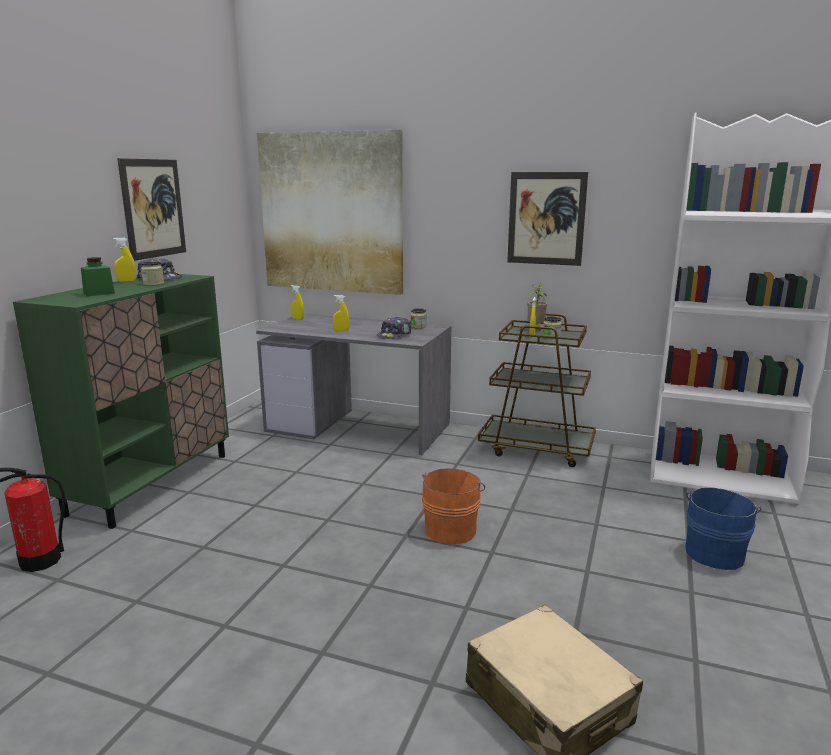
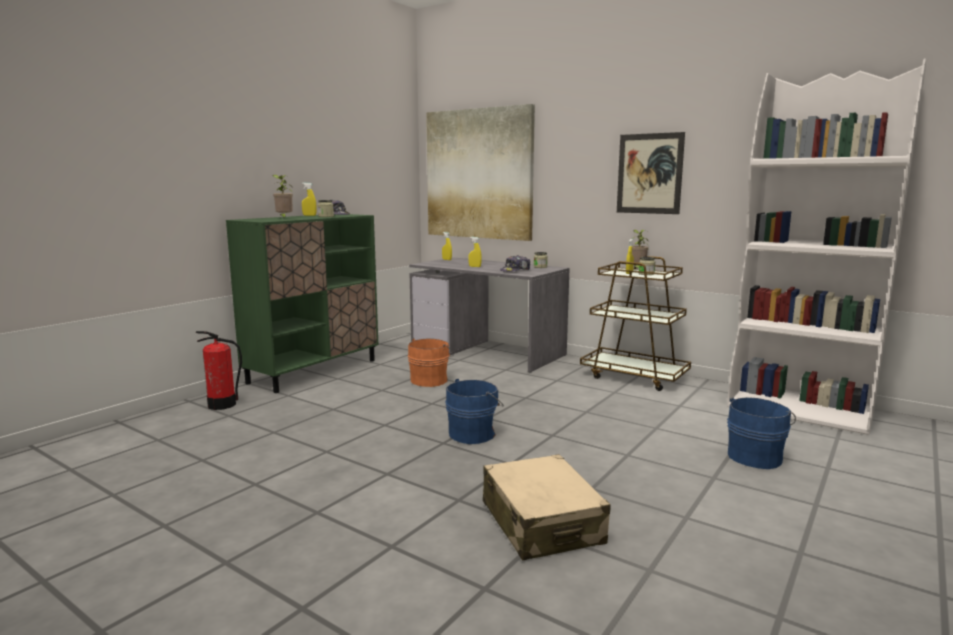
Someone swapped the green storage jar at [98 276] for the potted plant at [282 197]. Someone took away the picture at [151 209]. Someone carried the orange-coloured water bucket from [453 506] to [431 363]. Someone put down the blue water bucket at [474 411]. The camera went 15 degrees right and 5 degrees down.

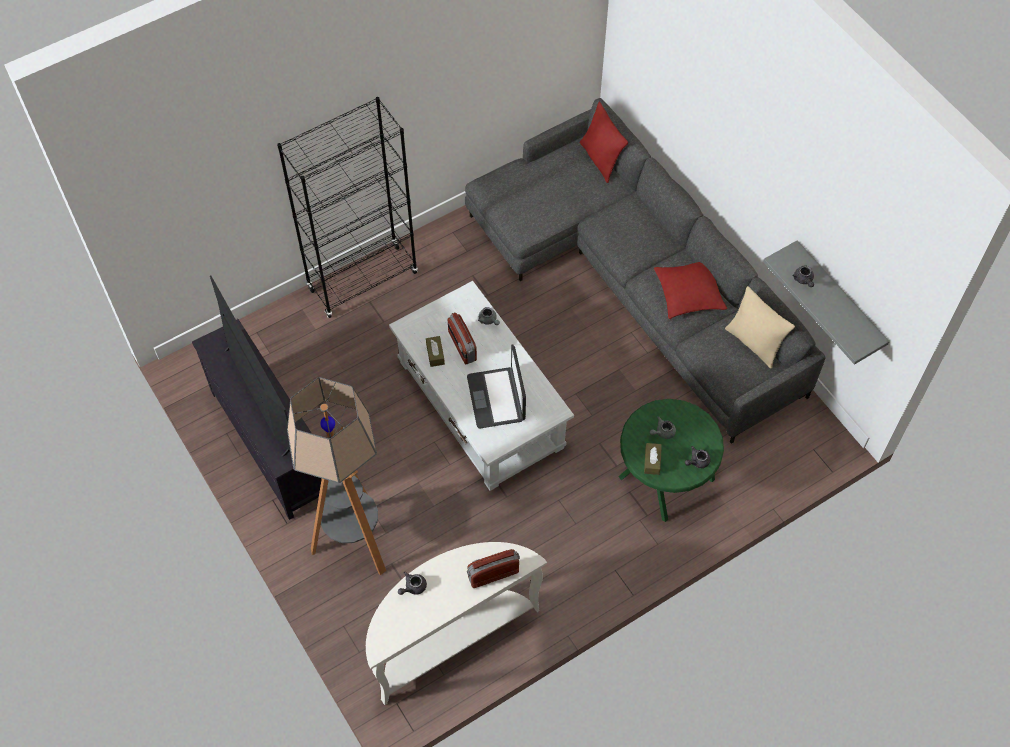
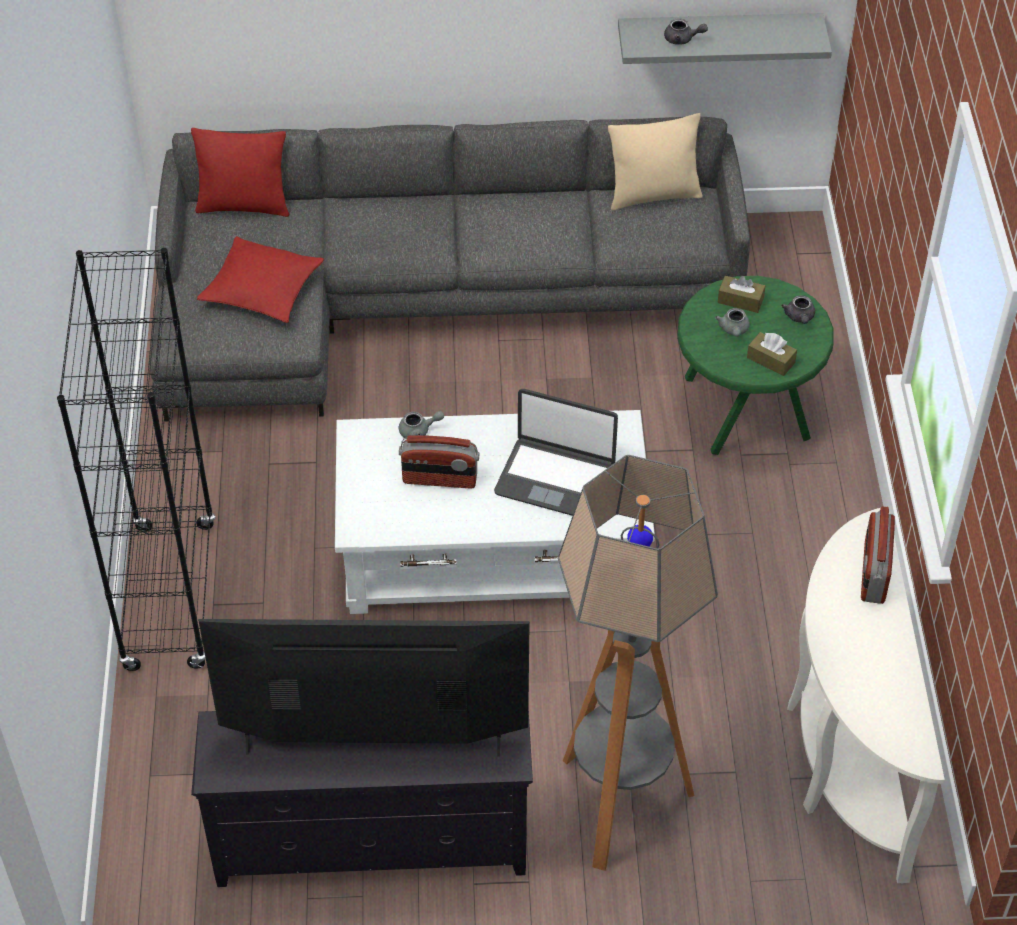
Someone took away the grey teapot at [412 583]. Someone carried the brown-coloured tissue box from [435 351] to [741 294]. Someone carried the red-coloured throw pillow from [690 290] to [260 279]. The camera went 60 degrees left and 10 degrees down.

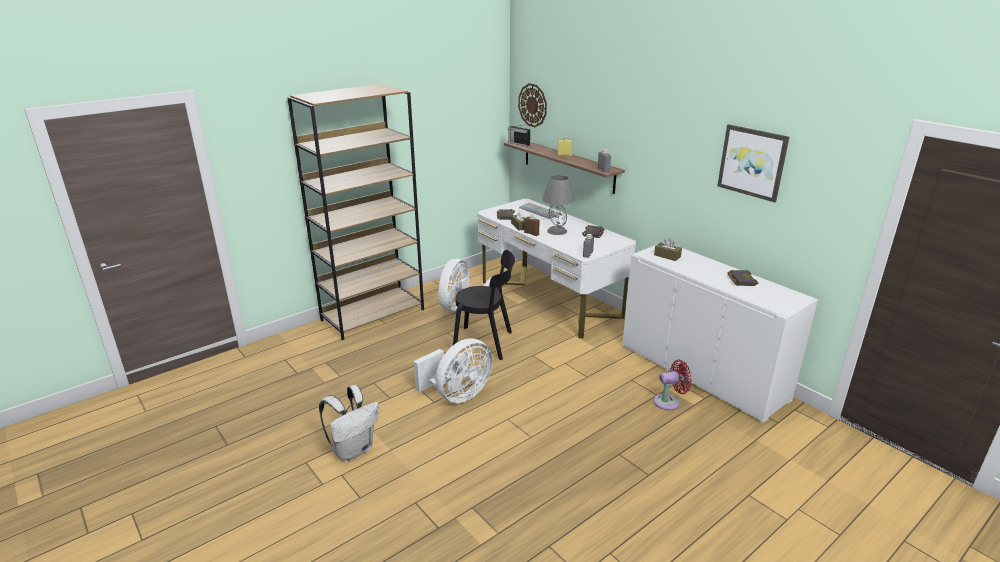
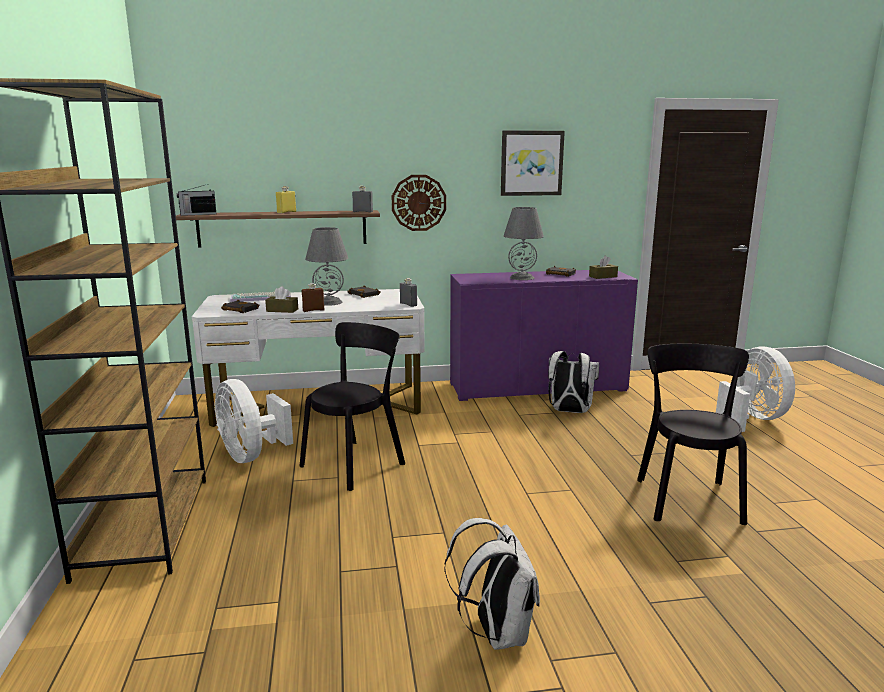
Someone carried the white fan from [453 370] to [755 389]. Someone carried the wall clock from [532 105] to [419 203]. Someone repainted the white storage cabinet at [720 334], which became the purple-coloured storage cabinet at [544 335]. Someone carried the brown-coloured tissue box from [668 249] to [603 267]. Someone swapped the red-coloured fan at [673 385] for the white backpack at [573 382]. Someone put down the grey tabletop lamp at [523 243]. Someone put down the black upright chair at [693 434]. The camera went 60 degrees left and 10 degrees down.

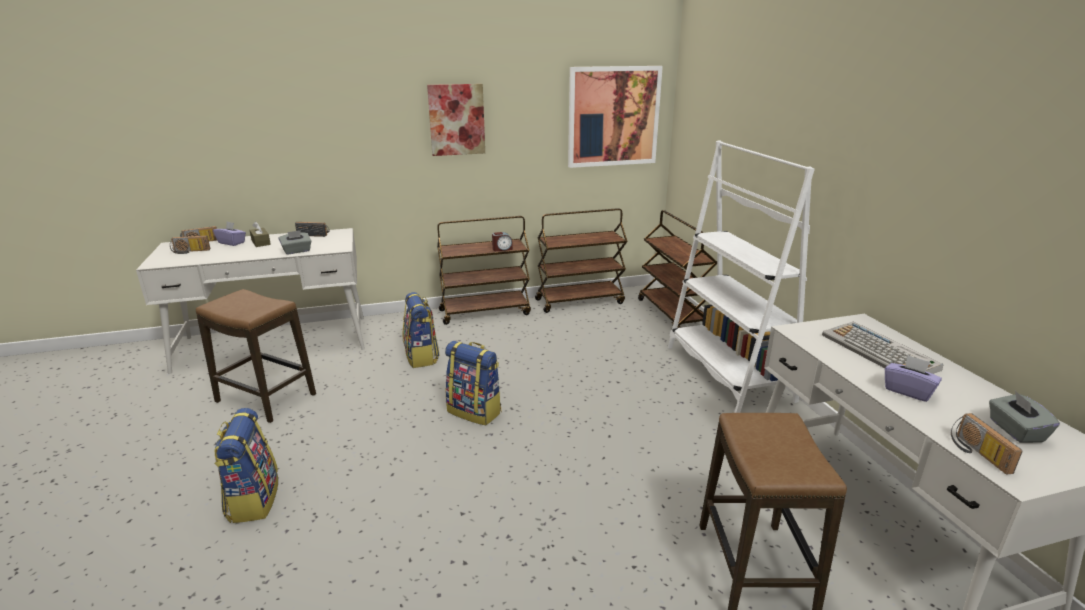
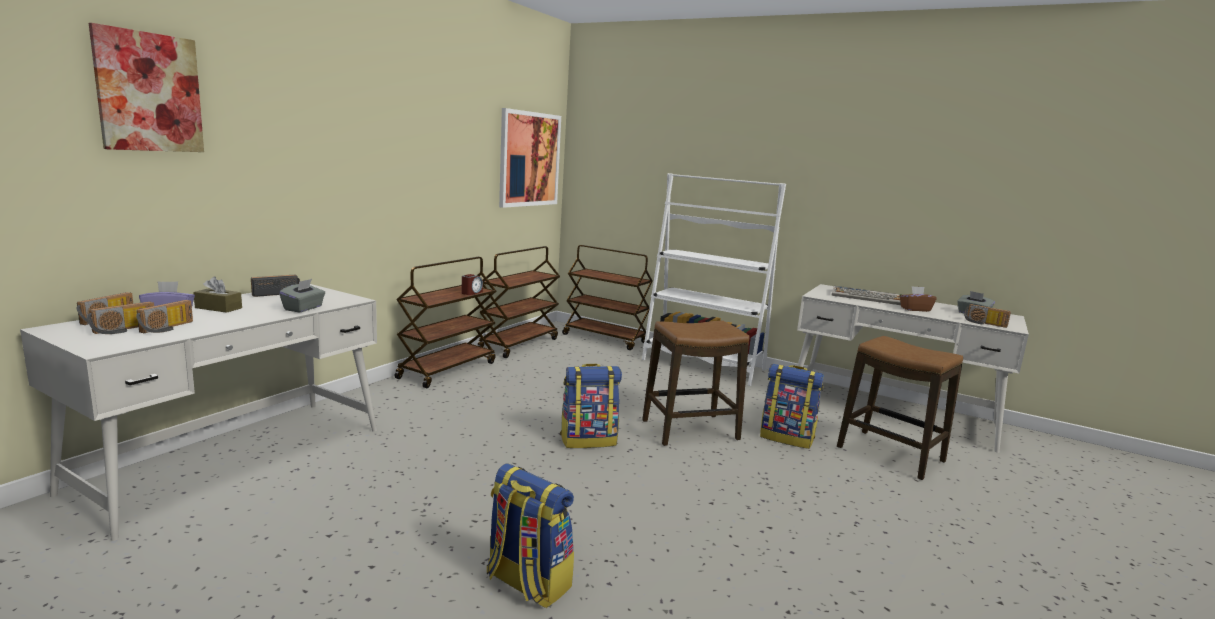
Someone carried the sitting stool from [256 356] to [696 383]. Someone carried the backpack from [421 330] to [792 406]. Someone carried the picture from [456 120] to [146 87]. Someone repainted the purple-coloured tissue box at [913 378], which became the brown-coloured tissue box at [918 299]. Someone put down the radio receiver at [164 316]. The camera went 45 degrees left and 10 degrees down.

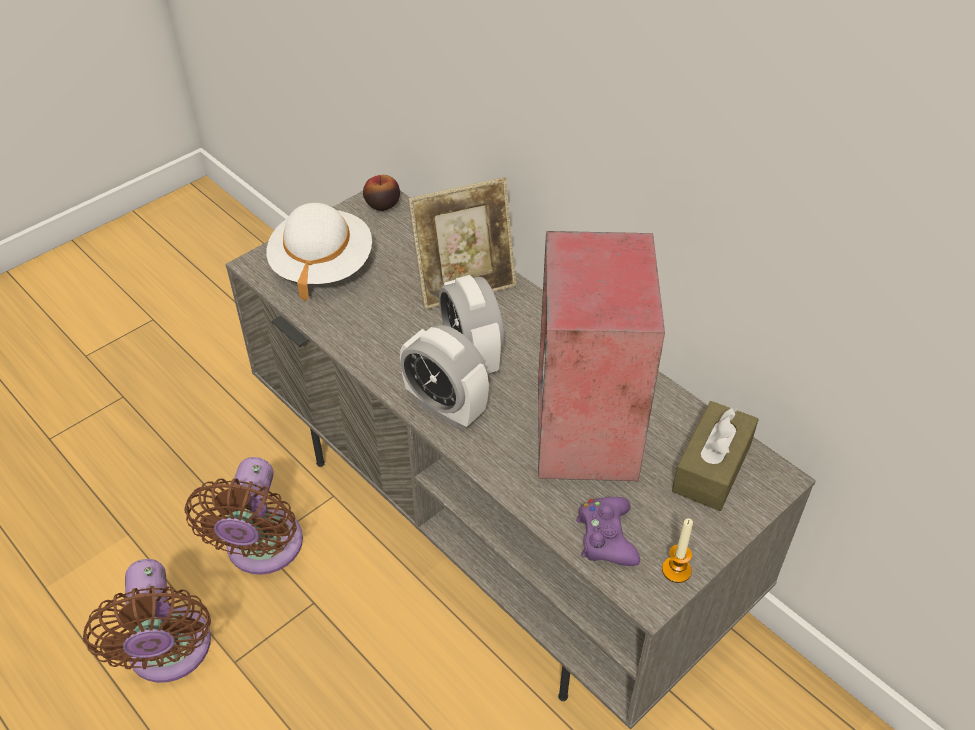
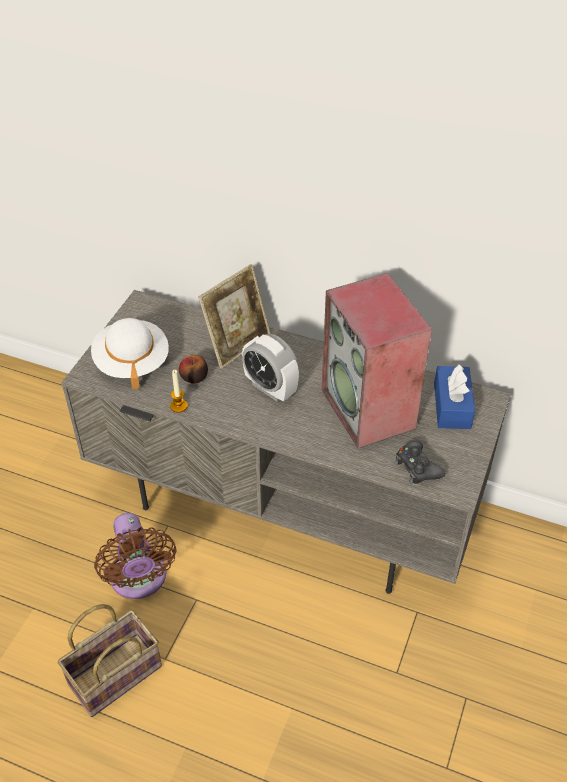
Someone swapped the brown-coloured fan at [147 621] for the storage basket at [110 660]. Someone carried the apple from [381 193] to [193 369]. Someone took away the table clock at [444 376]. Someone repainted the purple-coloured joypad at [608 531], which became the black joypad at [420 462]. Someone carried the wax light from [677 550] to [179 391]. Someone repainted the brown-coloured tissue box at [715 456], which became the blue tissue box at [454 396]. The camera went 25 degrees left and 0 degrees up.

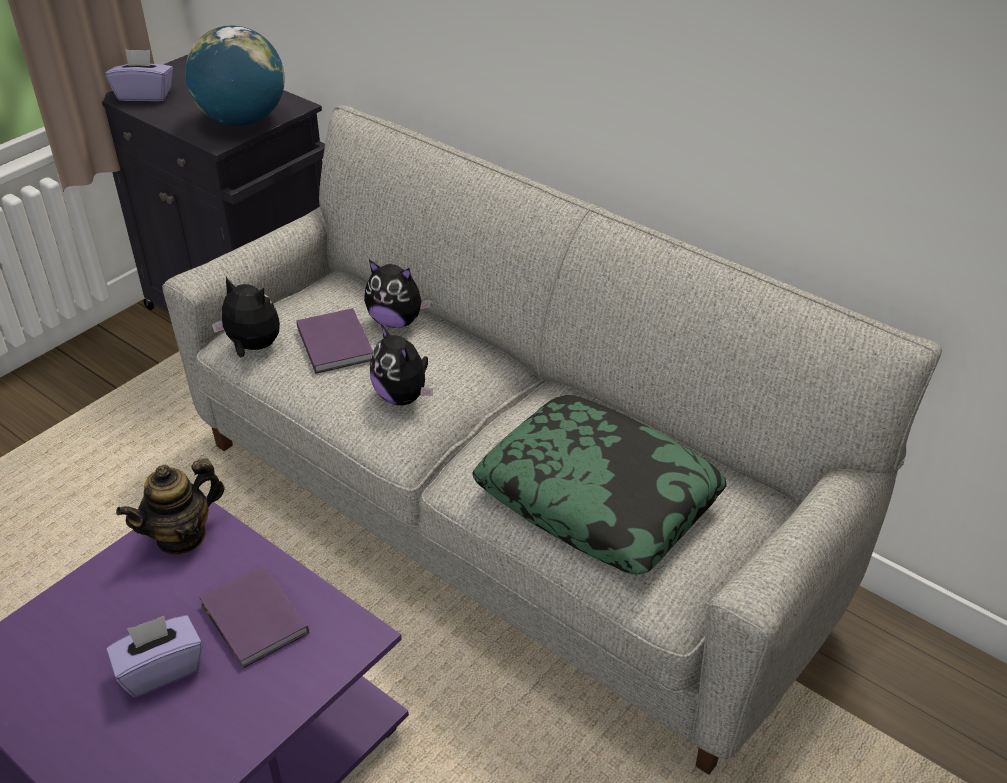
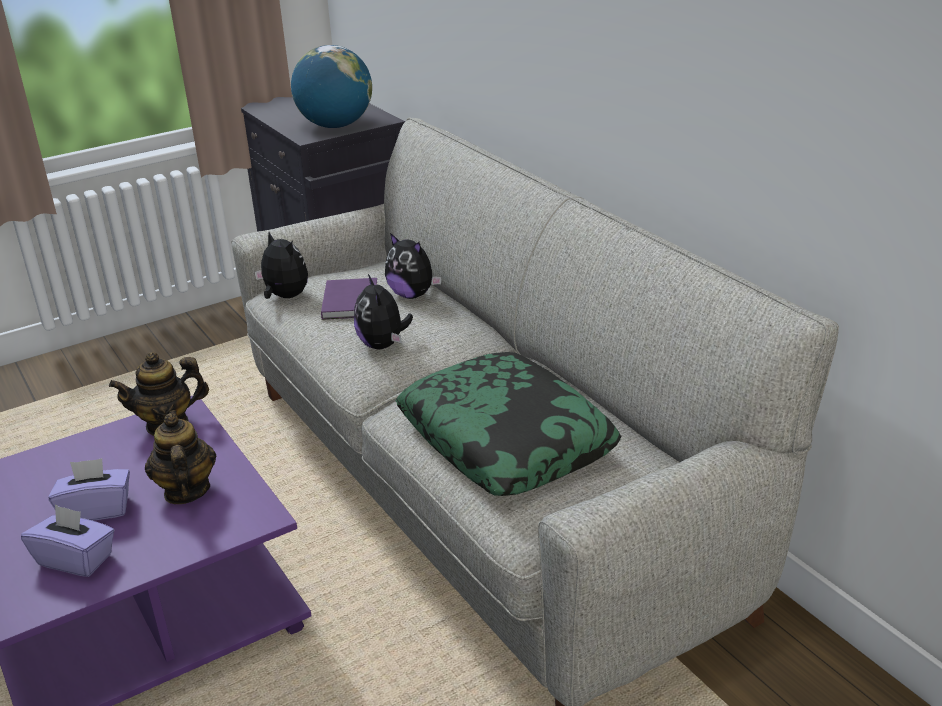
Someone carried the purple-coloured tissue box from [139 75] to [67 540]. Someone swapped the purple-coloured bound book at [254 617] for the teapot at [181 457]. The camera went 20 degrees right and 10 degrees down.

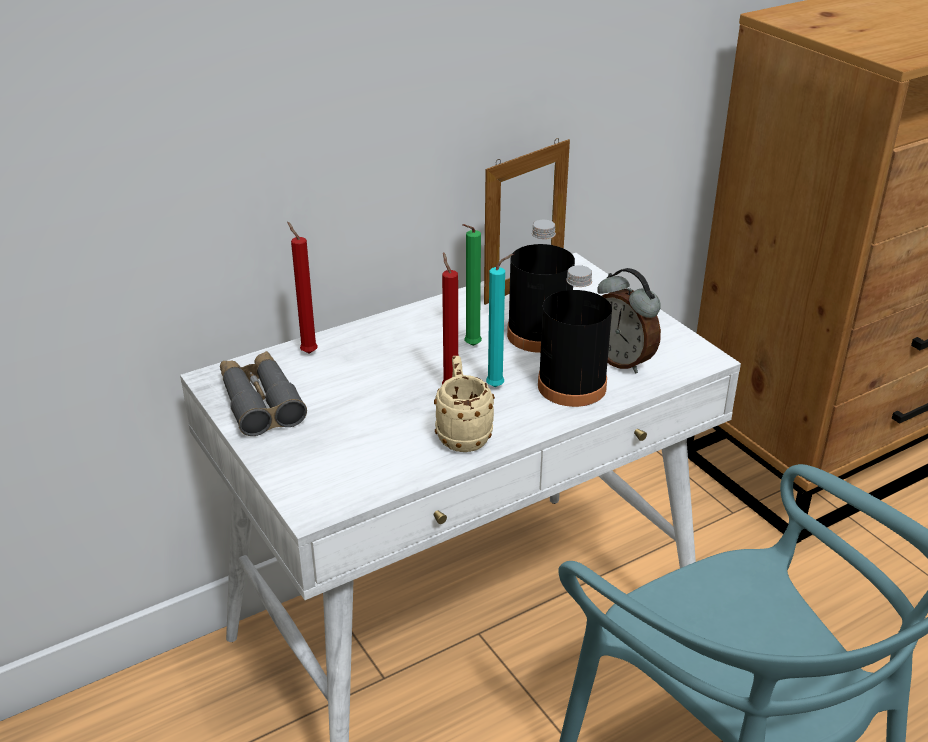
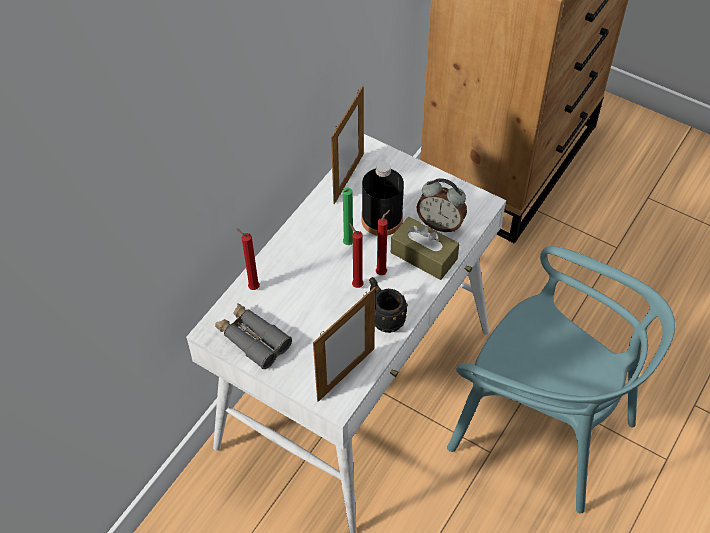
Someone repainted the beige-coloured mug at [464 404], which became the black mug at [388 305]. Someone repainted the blue-green wax light at [499 320], which became the red-coloured wax light at [383 242]. Someone swapped the black bottle at [575 336] for the brown-coloured tissue box at [425 248]. Someone put down the standing frame at [344 344]. The camera went 25 degrees left and 20 degrees up.

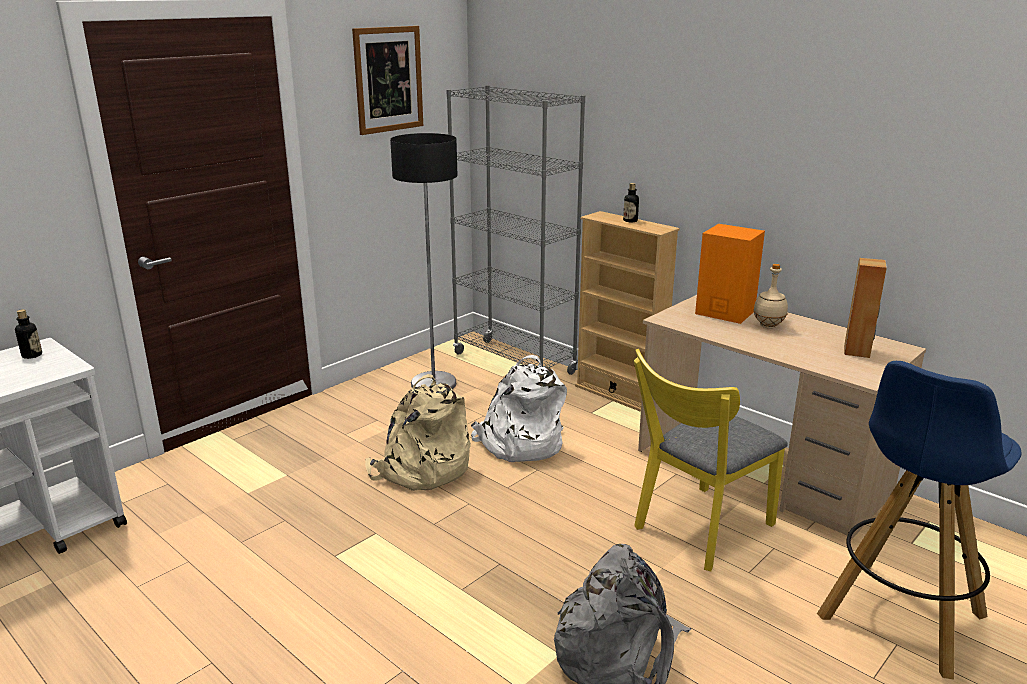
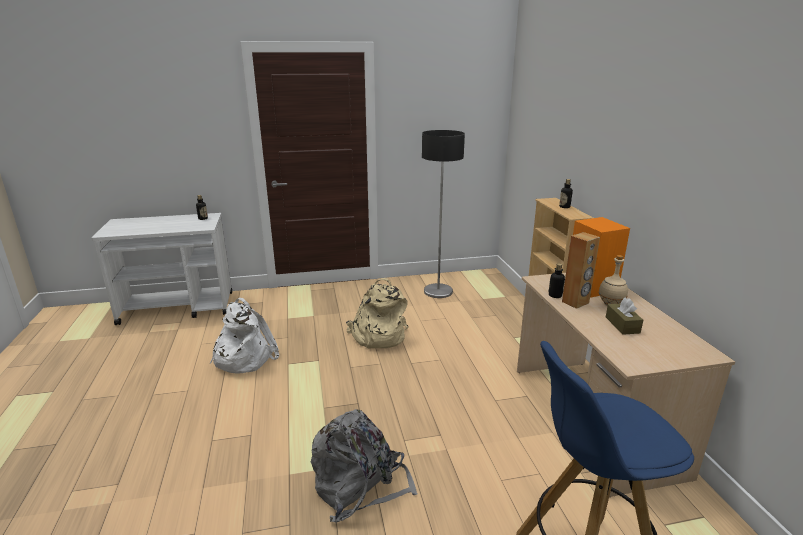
Someone took away the picture at [387 80]. Someone took away the grey bookshelf at [515 230]. Someone carried the white backpack from [519 408] to [244 336]. Someone took away the yellow-coloured upright chair at [711 460]. Someone carried the brown-coloured audio speaker from [865 308] to [581 270]. Someone put down the bottle at [557 280]. Someone put down the brown-coloured tissue box at [624 316]. The camera went 35 degrees right and 0 degrees up.

